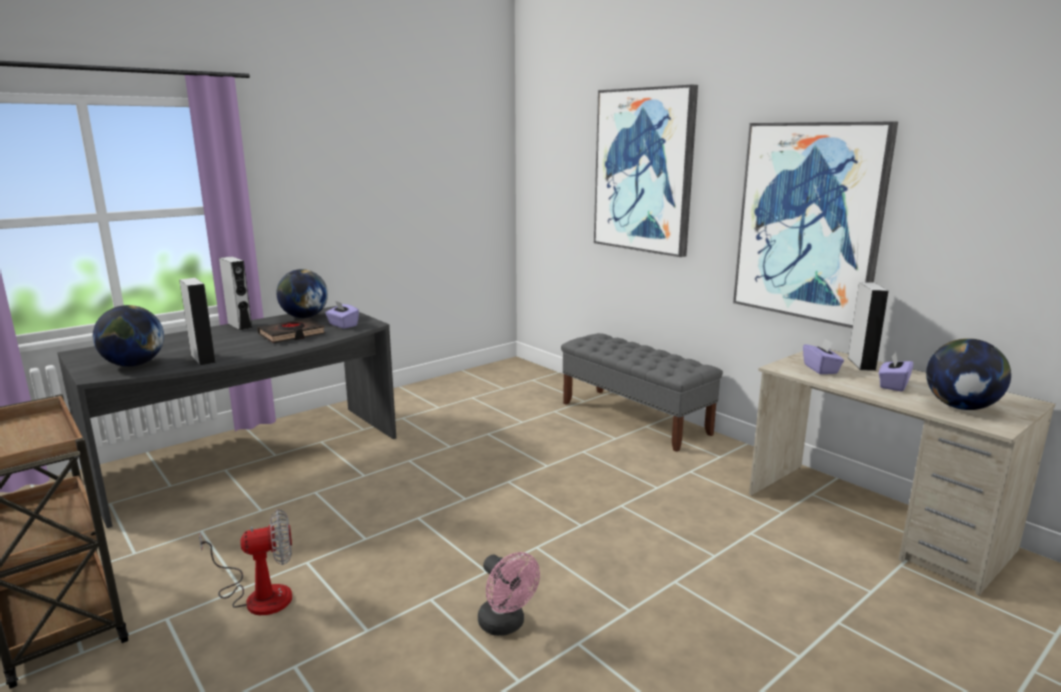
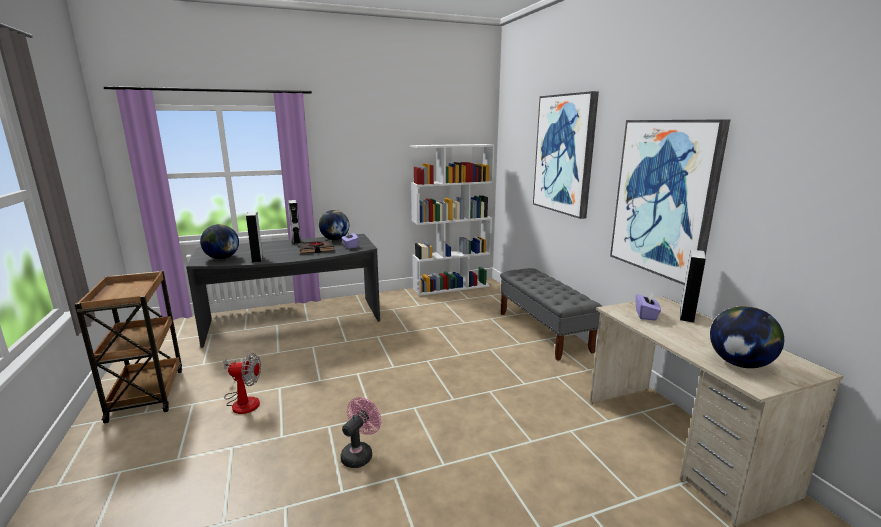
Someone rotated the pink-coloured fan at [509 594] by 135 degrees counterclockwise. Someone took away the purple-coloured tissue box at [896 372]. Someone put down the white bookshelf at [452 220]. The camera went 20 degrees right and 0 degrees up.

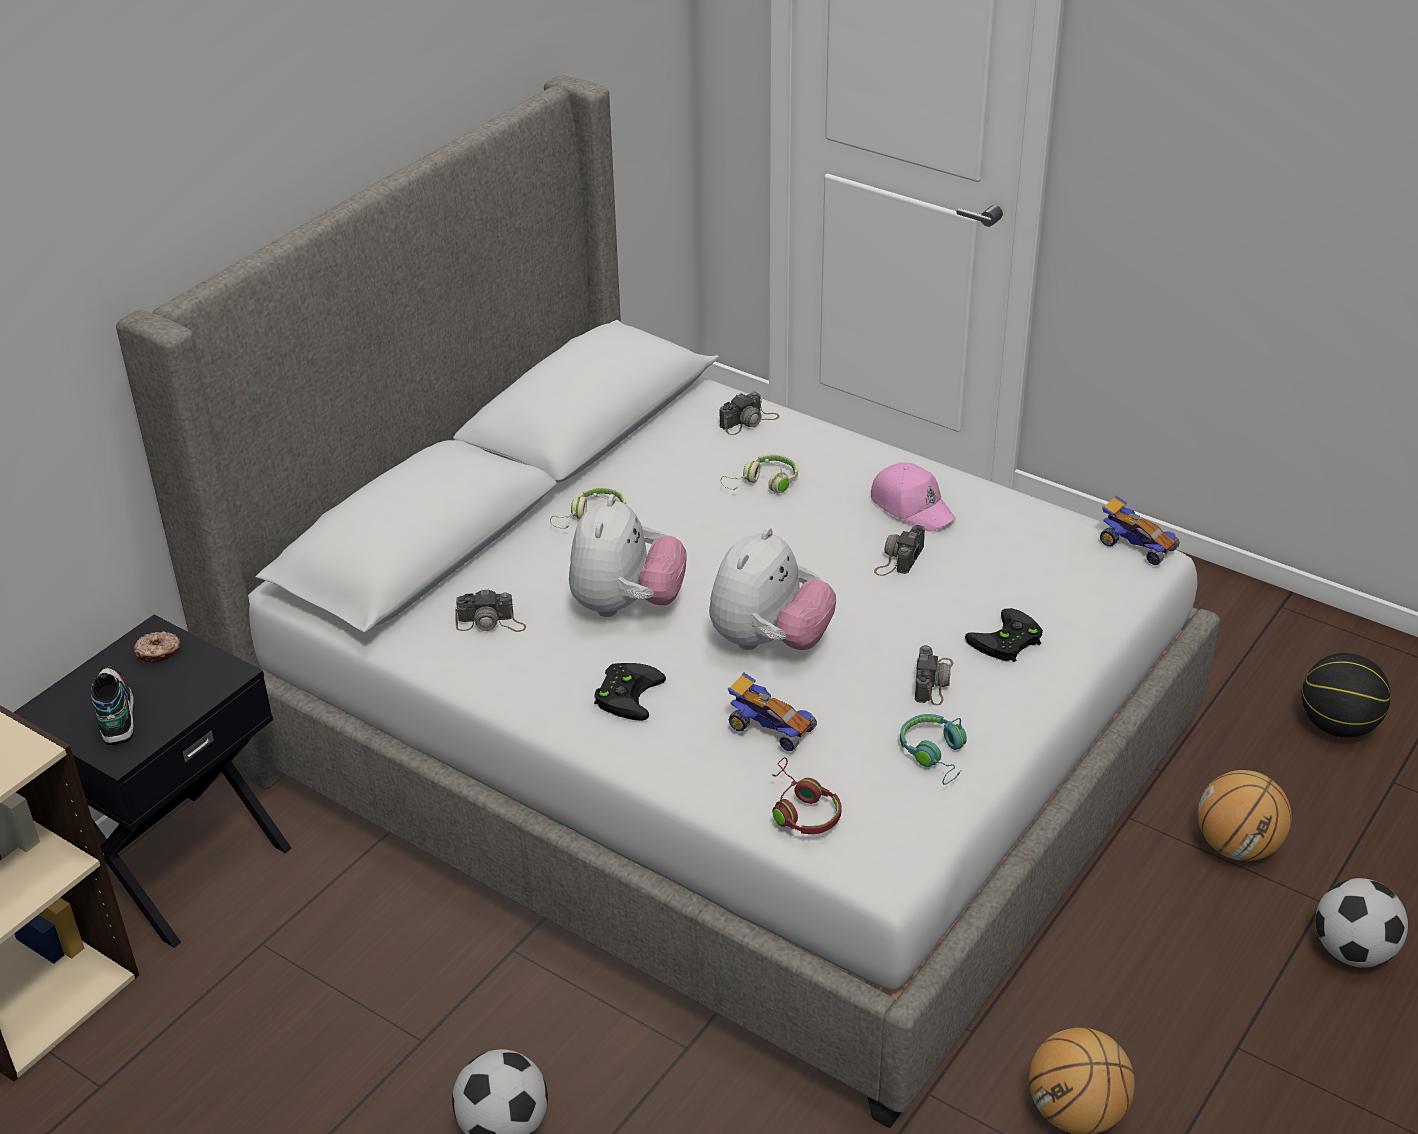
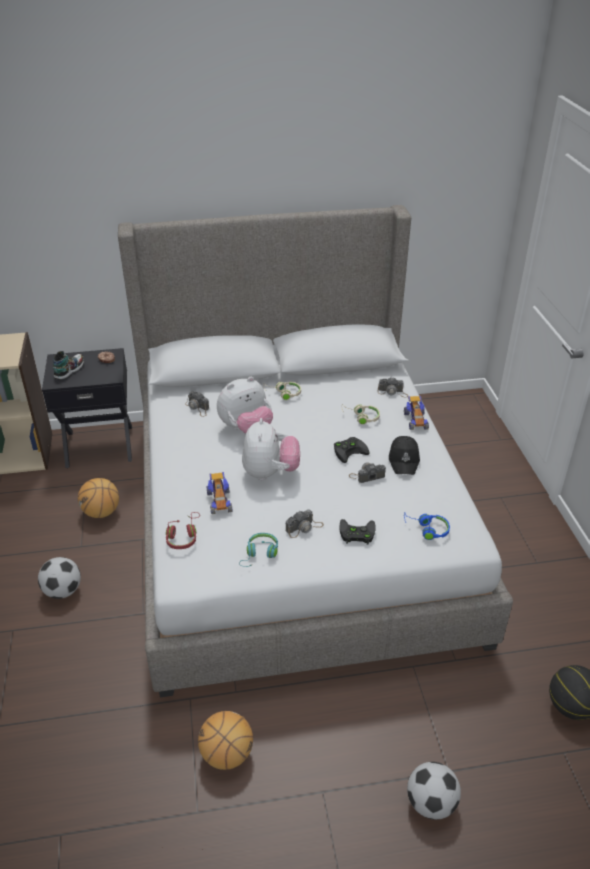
Someone carried the black joypad from [630 692] to [351 450]. Someone rotated the soft toy at [772 588] by 75 degrees counterclockwise. Someone repainted the pink-coloured cap at [913 497], which became the black cap at [404 455]. Someone carried the model car from [1140 530] to [416 413]. Someone carried the ball for basketball from [1245 815] to [98 498]. Someone put down the blue headphones at [427 526]. The camera went 45 degrees right and 0 degrees up.

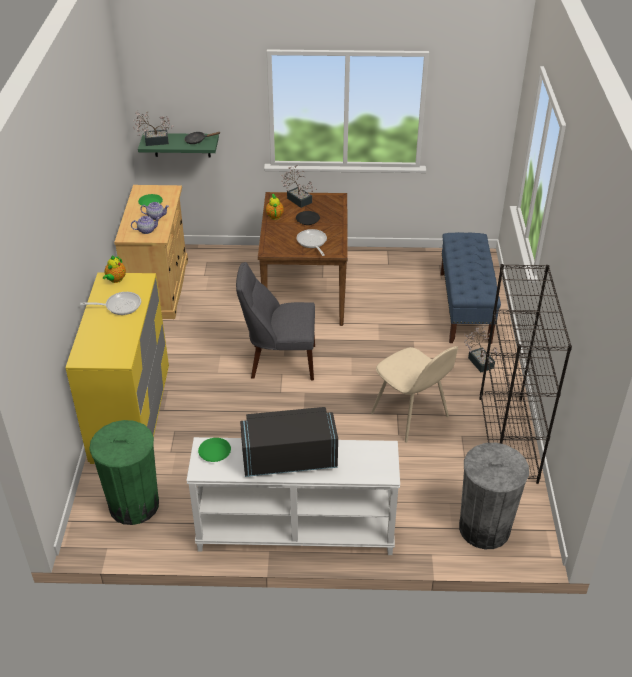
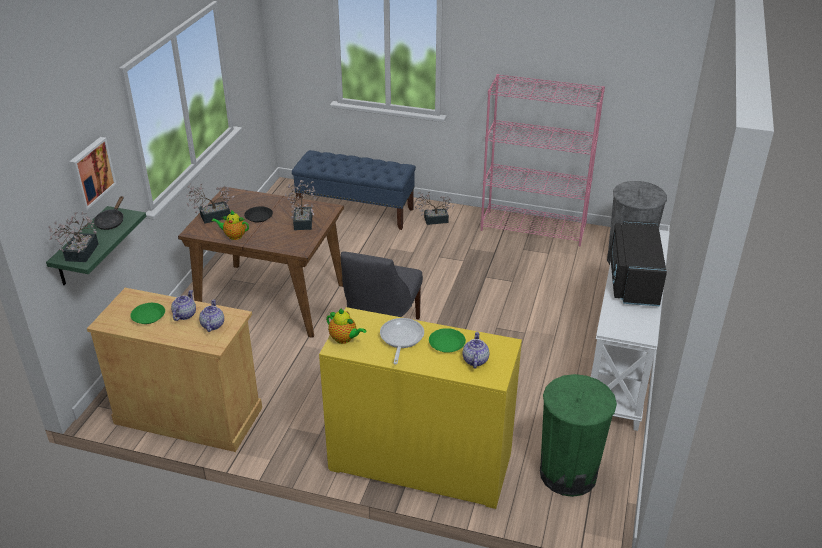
Someone carried the green plate from [214 450] to [447 340]. Someone swapped the frying pan at [312 242] for the potted plant at [300 205]. Someone took away the beige-coloured upright chair at [414 394]. Someone repainted the black bookshelf at [525 374], which became the pink-coloured bookshelf at [543 160]. Someone put up the picture at [92 173]. Someone put down the teapot at [476 350]. The camera went 75 degrees left and 5 degrees down.

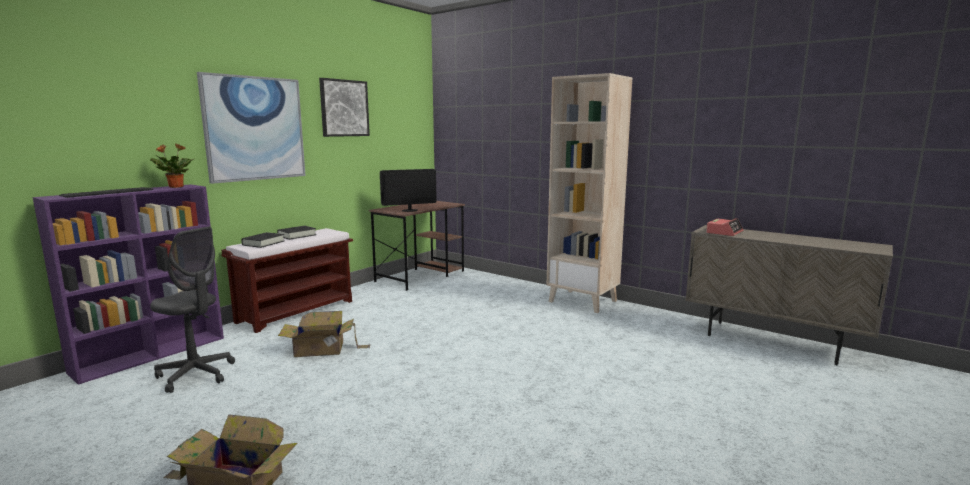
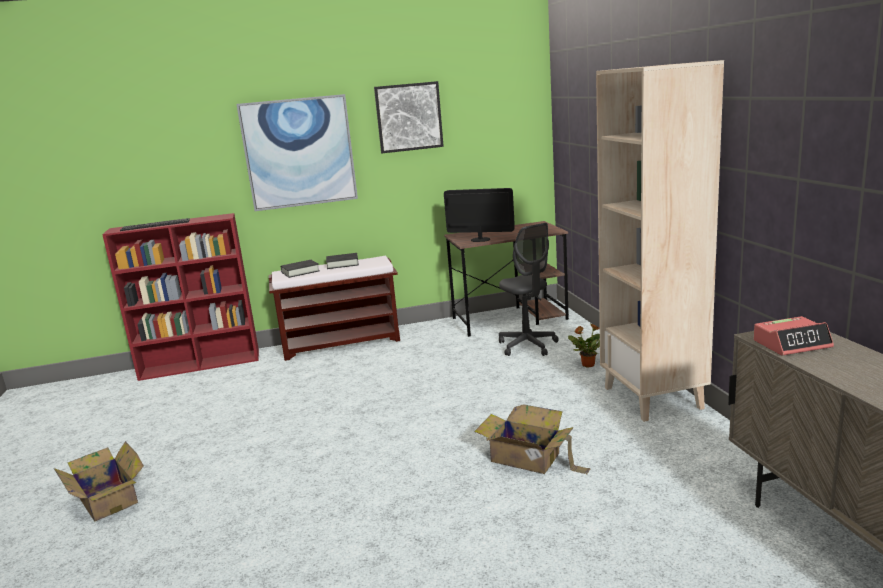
Someone repainted the purple-coloured bookshelf at [128 284], which became the red-coloured bookshelf at [180 297]. Someone carried the potted plant from [172 165] to [584 346]. Someone carried the grey computer chair from [192 309] to [529 289]. Someone carried the carton from [324 334] to [532 439]. The camera went 40 degrees right and 5 degrees up.

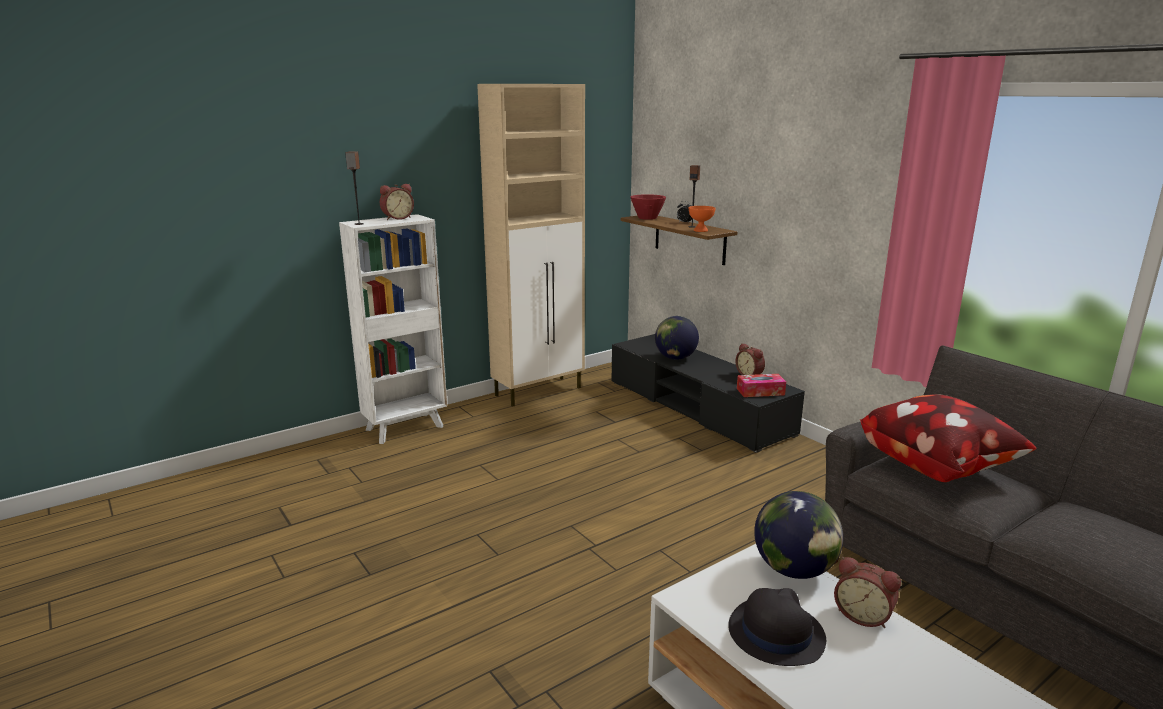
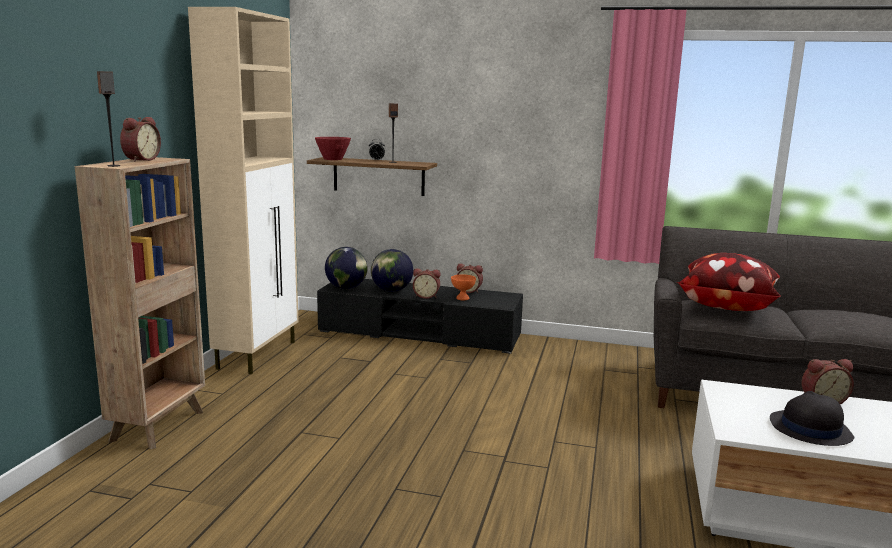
Someone repainted the white bookshelf at [393 329], which became the brown-coloured bookshelf at [140 303]. Someone carried the orange-coloured serving bowl from [702 219] to [463 287]. Someone took away the tissue box at [761 385]. Someone carried the world globe from [798 535] to [346 268]. Someone put down the table clock at [426 283]. The camera went 40 degrees left and 5 degrees down.

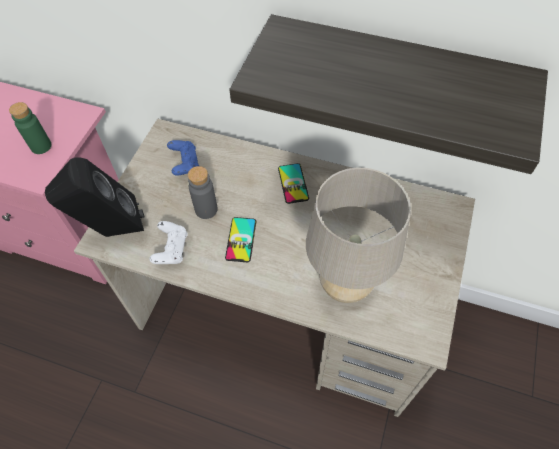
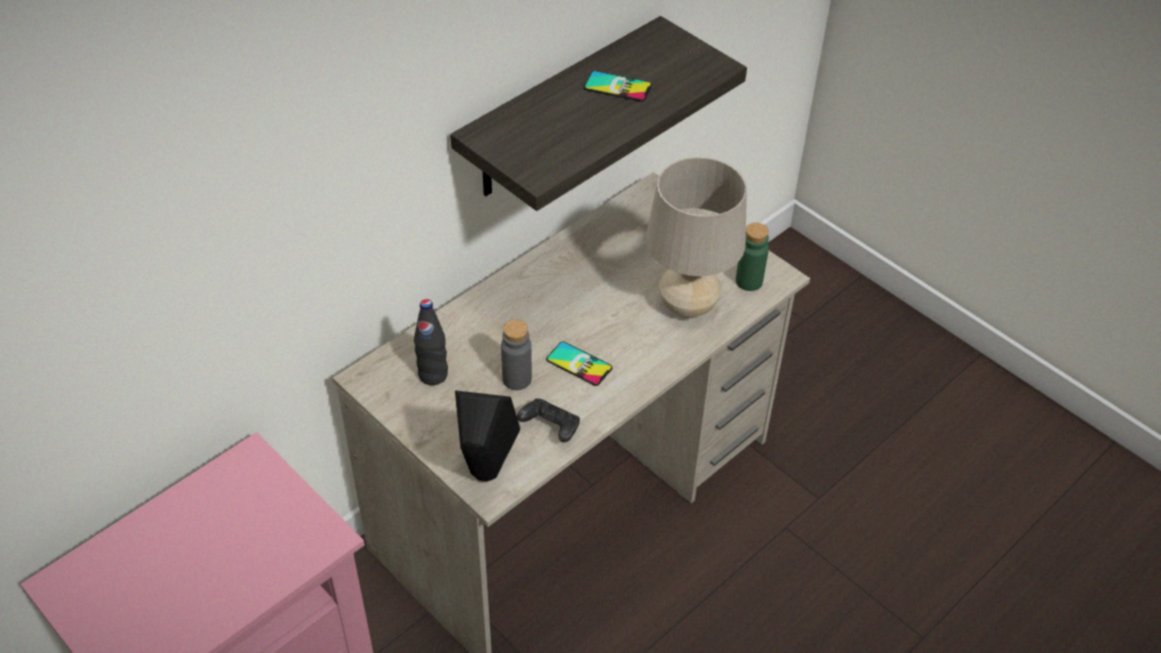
Someone carried the green bottle from [30 128] to [752 257]. Someone repainted the white joypad at [169 242], which became the black joypad at [548 420]. Someone swapped the blue joypad at [183 158] for the black bottle at [431 342]. Someone carried the telephone from [293 183] to [618 86]. The camera went 65 degrees left and 10 degrees down.

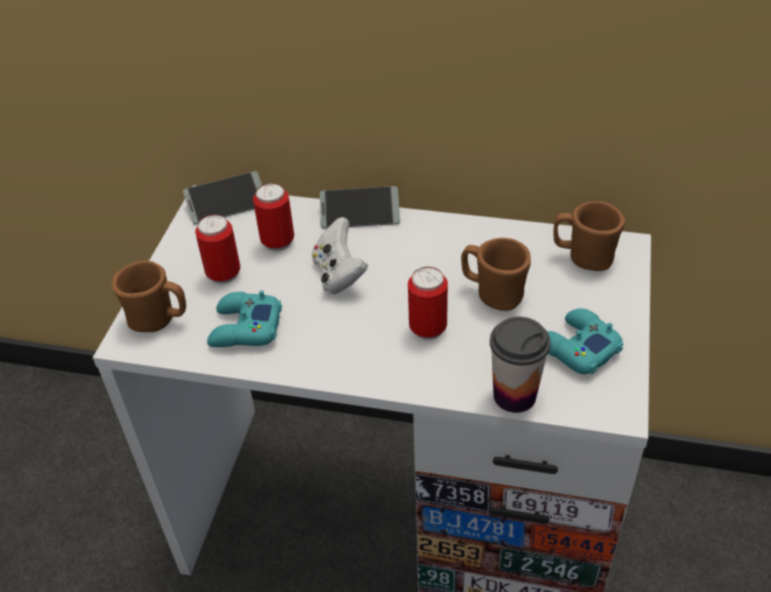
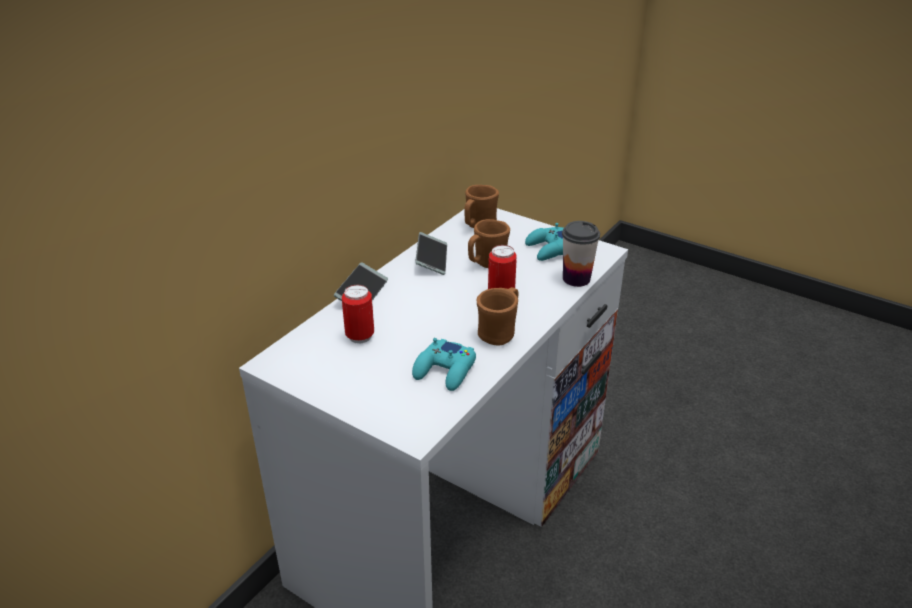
Someone carried the brown-coloured mug from [149 296] to [497 316]. Someone carried the telephone from [222 198] to [431 253]. Someone took away the can at [217 249]. Someone took away the white joypad at [340 255]. The camera went 70 degrees left and 10 degrees down.

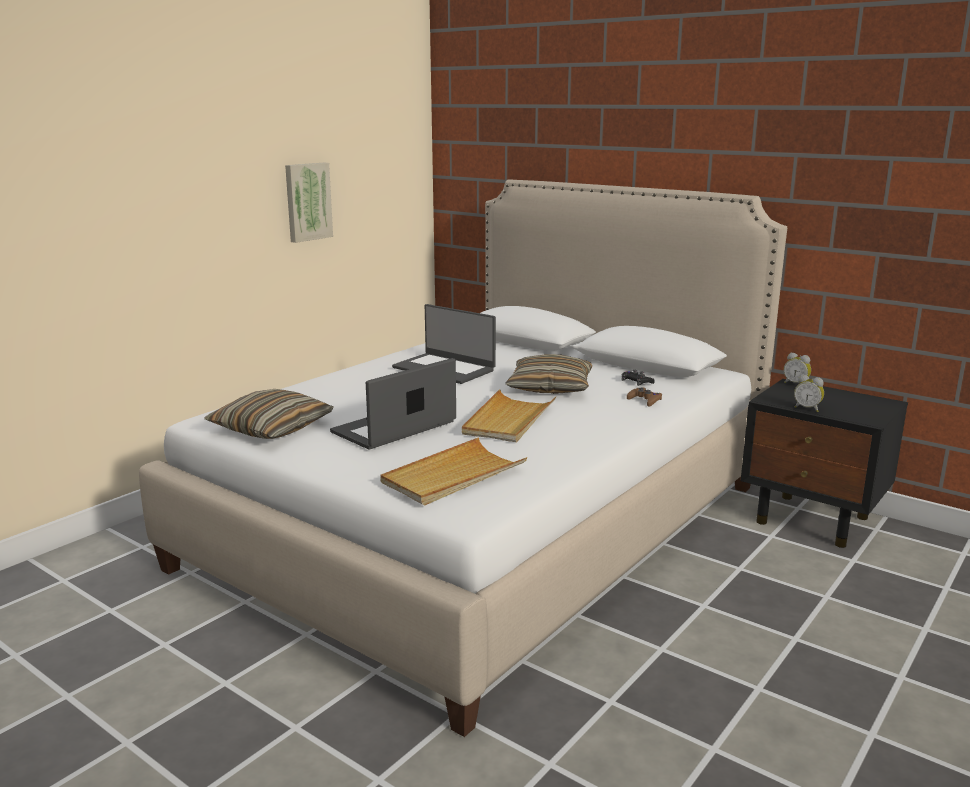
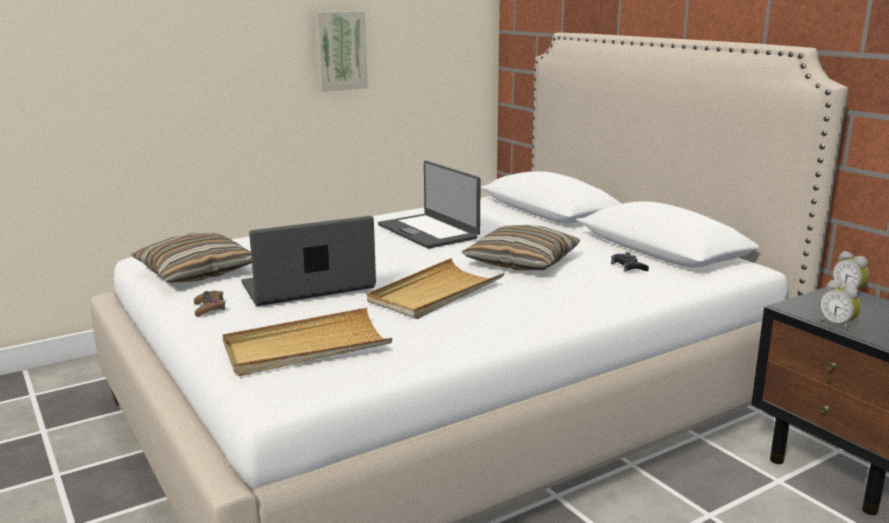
Someone carried the brown-coloured joypad from [644 397] to [210 304]. The camera went 20 degrees right and 0 degrees up.

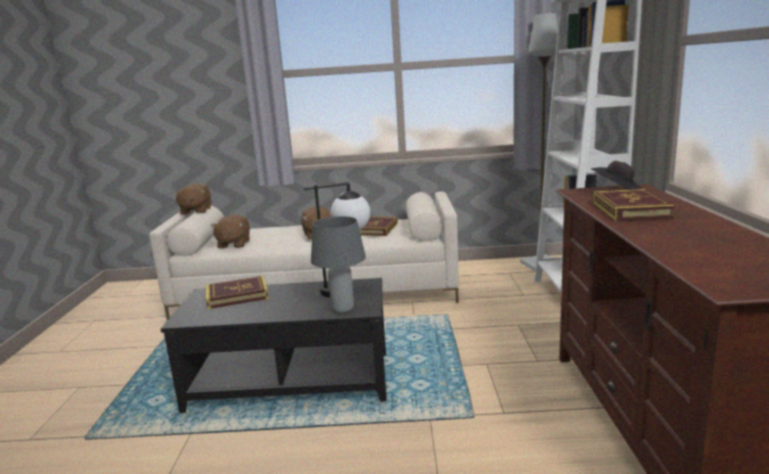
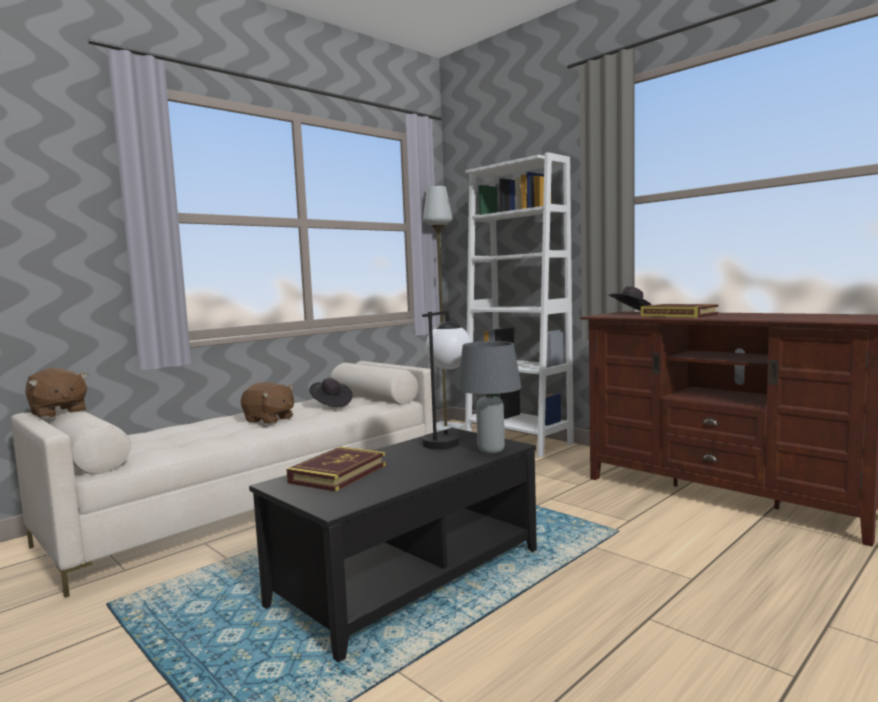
Someone took away the brown-coloured soft toy at [230 231]. Someone swapped the bound book at [379 226] for the black wearable hat at [331 392]. The camera went 45 degrees left and 10 degrees down.

